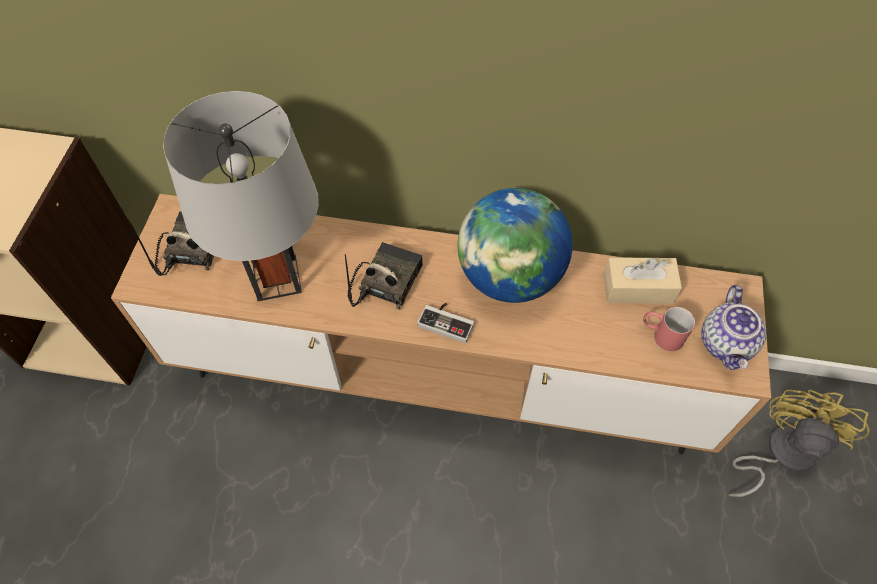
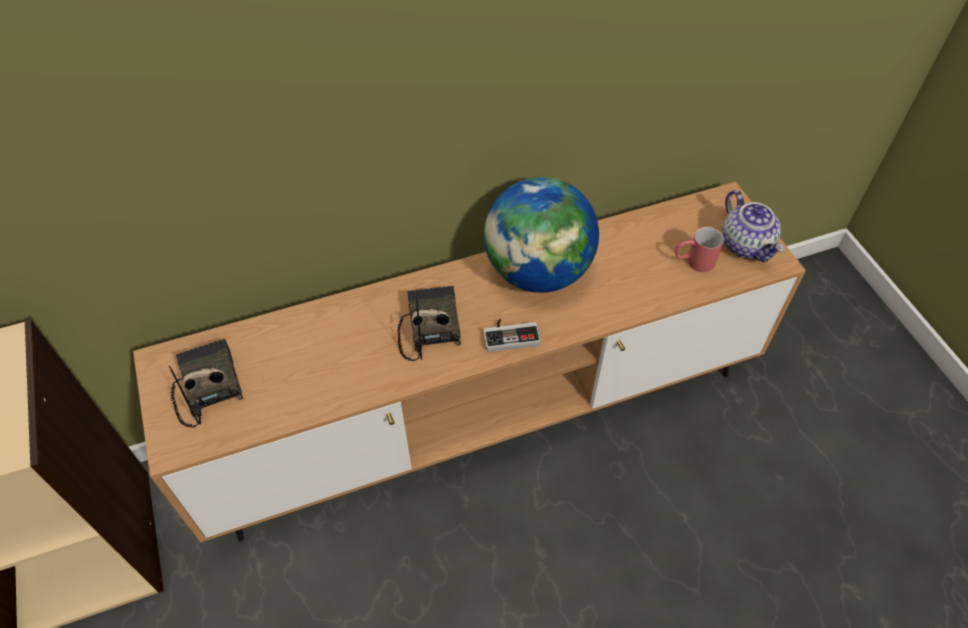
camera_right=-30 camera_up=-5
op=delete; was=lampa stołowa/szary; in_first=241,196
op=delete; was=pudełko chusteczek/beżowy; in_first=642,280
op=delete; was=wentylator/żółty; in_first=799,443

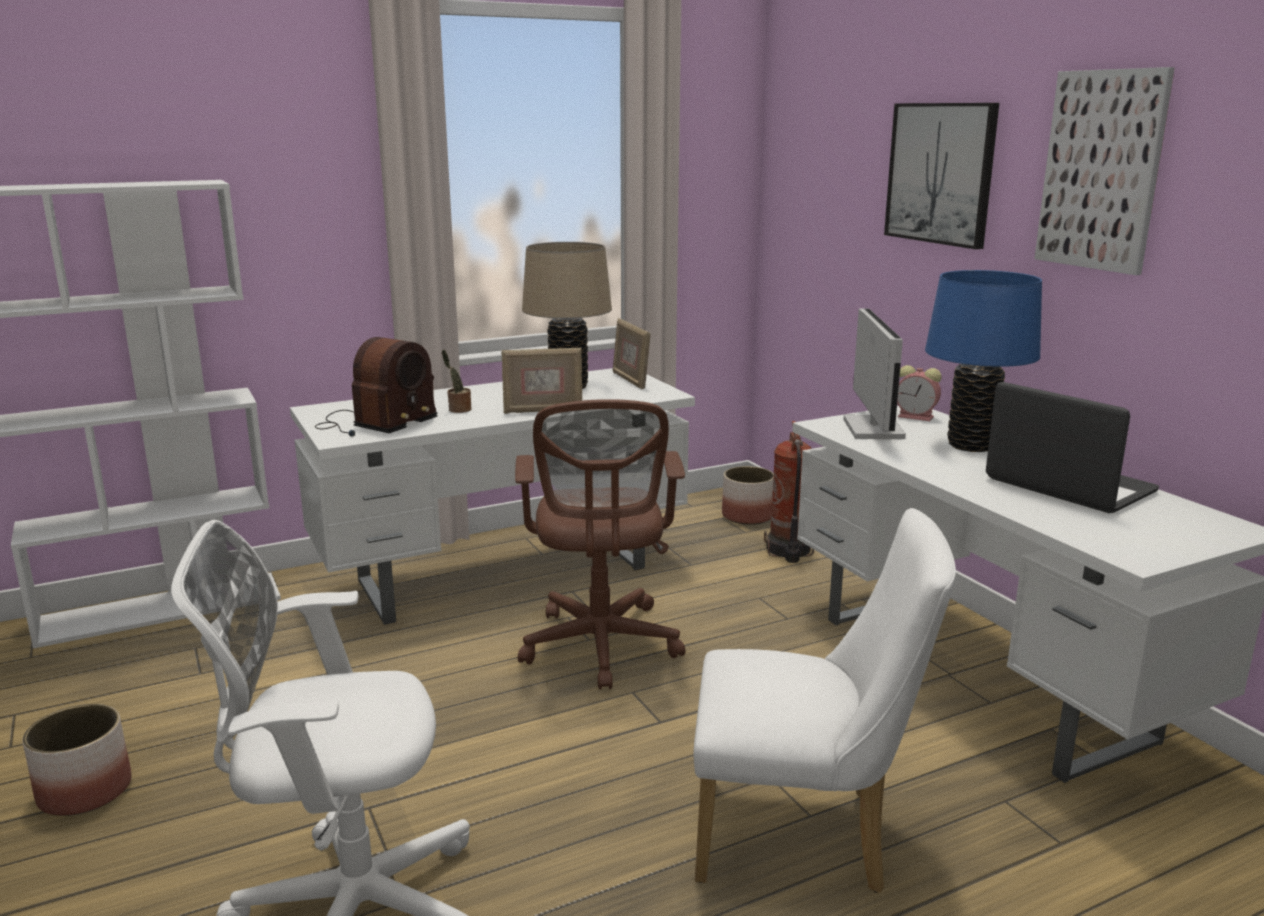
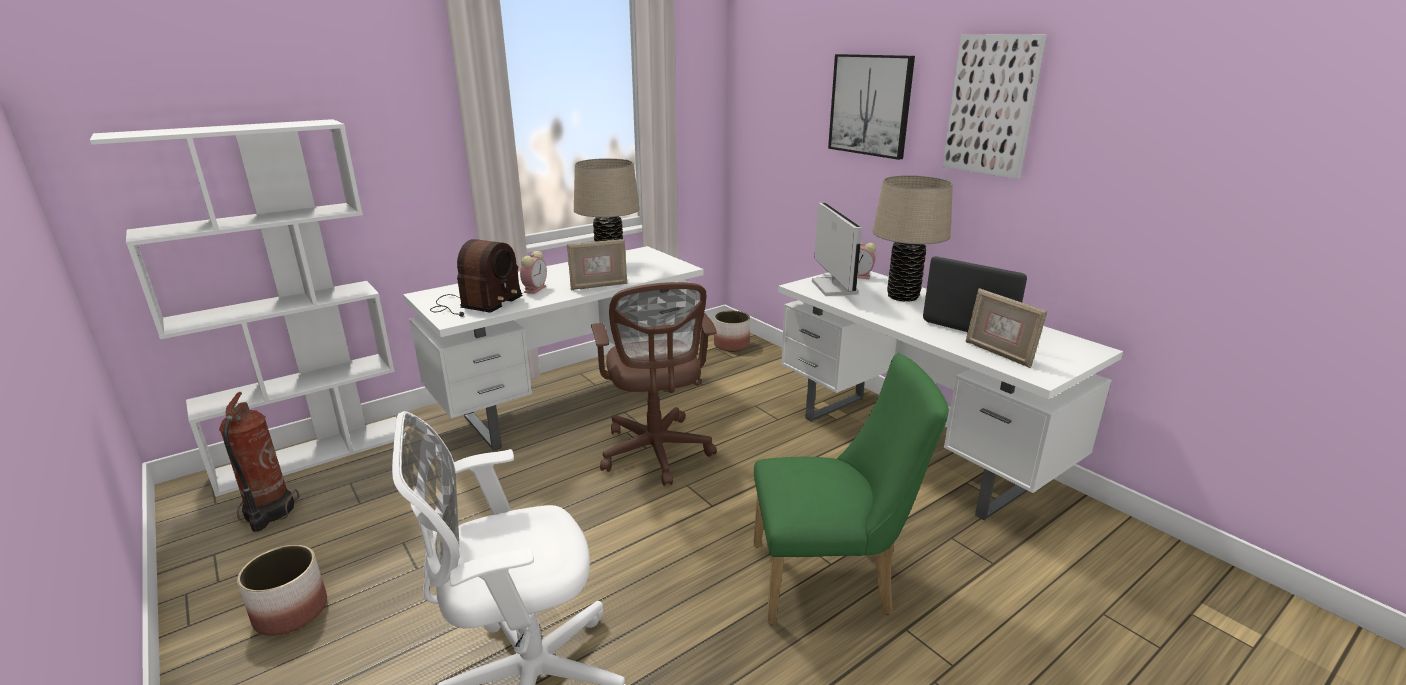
camera_right=-10 camera_up=5
op=move; was=ramka na zdjęcie; in_first=632,353; in_second=1006,328
op=move; was=gaśnica; in_first=789,492; in_second=259,462
op=replace; was=roślina doniczkowa; now=budzik; in_first=457,381; in_second=533,272
op=recolor; was=krzesło/biały; now=krzesło/zielony; in_first=824,700; in_second=851,489
op=recolor; was=lampa stołowa/niebieski; now=lampa stołowa/beżowy; in_first=983,361; in_second=912,238

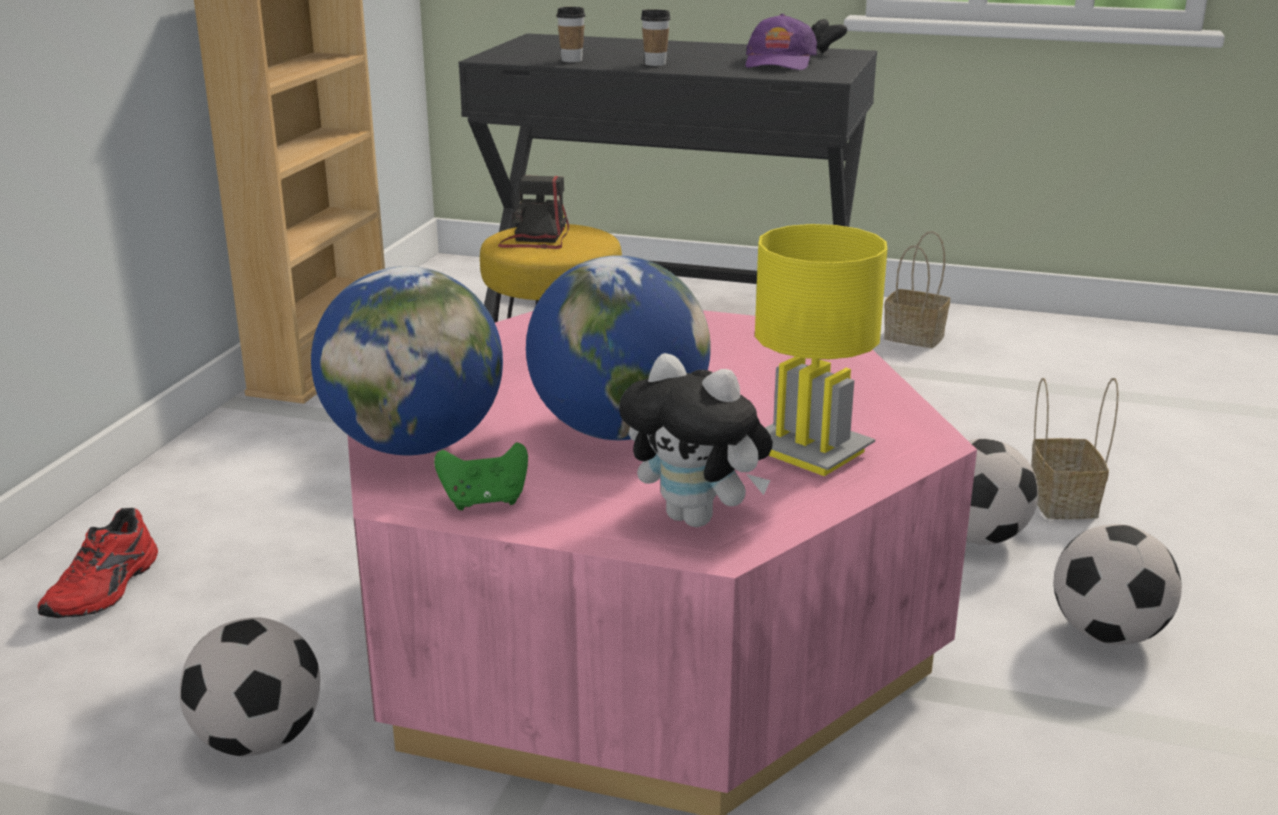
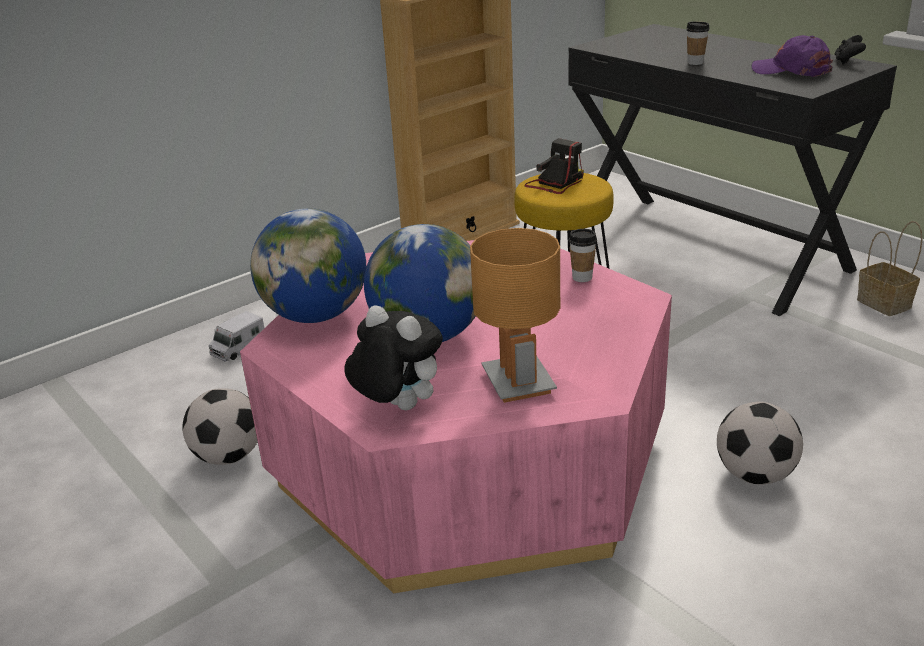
camera_right=35 camera_up=5
op=delete; was=pad do gier/zielony; in_first=481,476
op=delete; was=koszyk; in_first=1075,448
op=delete; was=piłka futbolowa; in_first=1118,584
op=move; was=filiżanka; in_first=571,34; in_second=583,255
op=replace; was=but/czerwony; now=ciężarówka zabawkowa; in_first=97,563; in_second=236,336
op=recolor; was=lampa stołowa/żółty; now=lampa stołowa/brązowy; in_first=821,350; in_second=515,315
op=rotate; was=pluszak; in_first=696,440; in_second=393,357; clockwise=150
op=rotate; was=czapka z daszkiem/fioletowy; in_first=781,42; in_second=792,56; clockwise=75

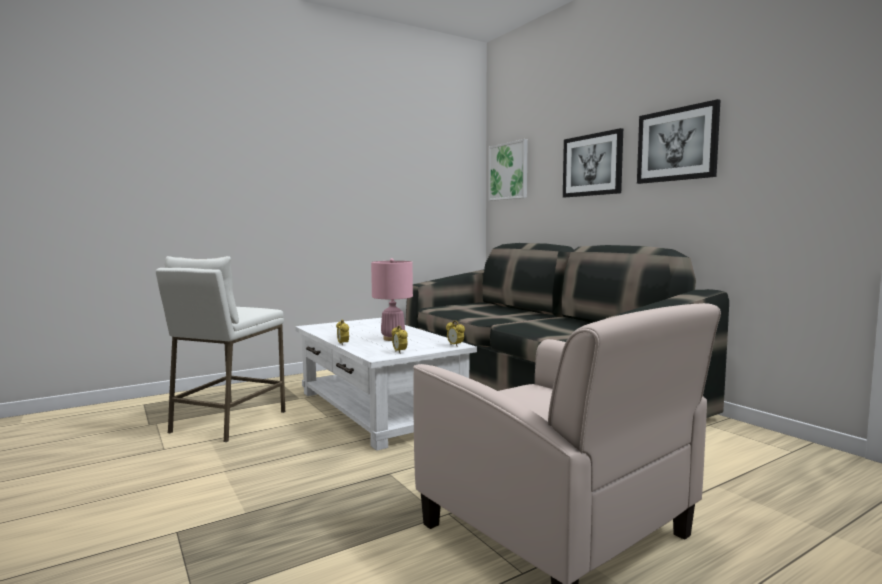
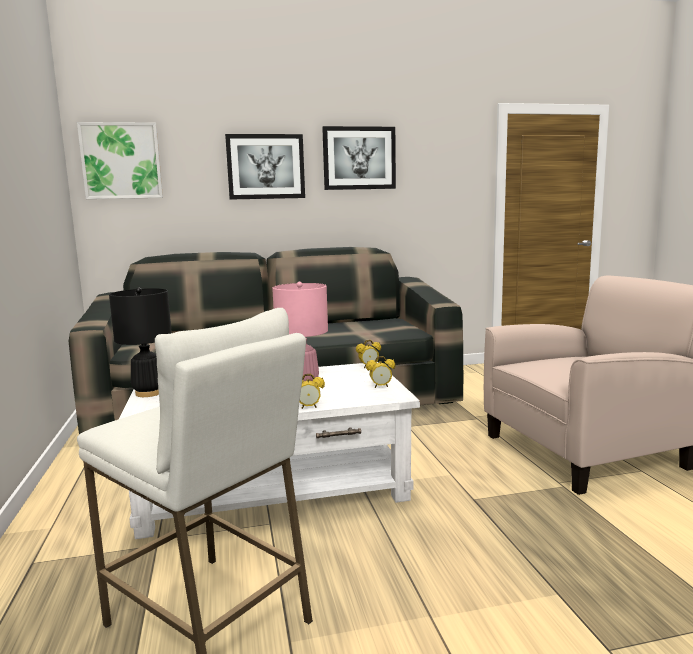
camera_right=-70 camera_up=5
op=insert; now=lampa stołowa/czarny; in_second=140,342

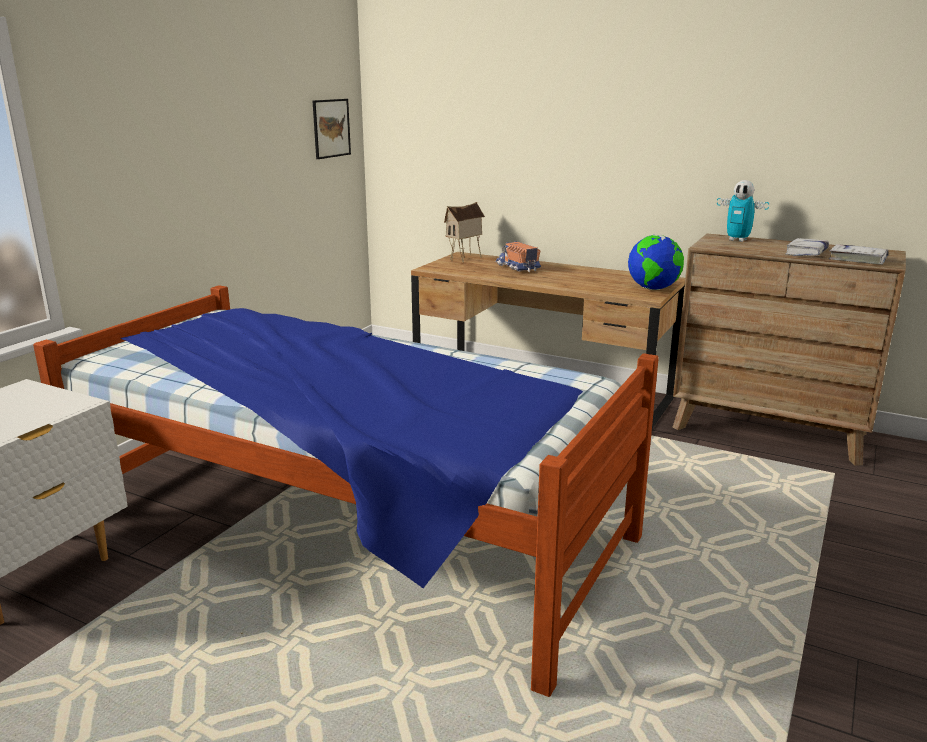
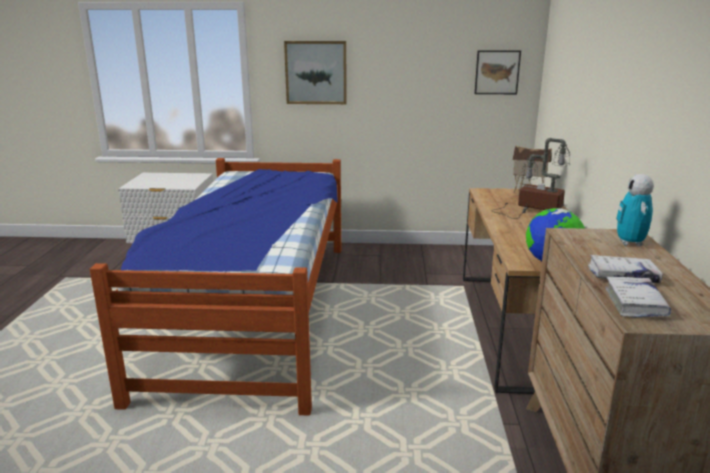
camera_right=65 camera_up=0
op=insert; now=obraz; in_second=315,72
op=replace; was=ciężarówka zabawkowa; now=lampa stołowa; in_first=518,256; in_second=530,178

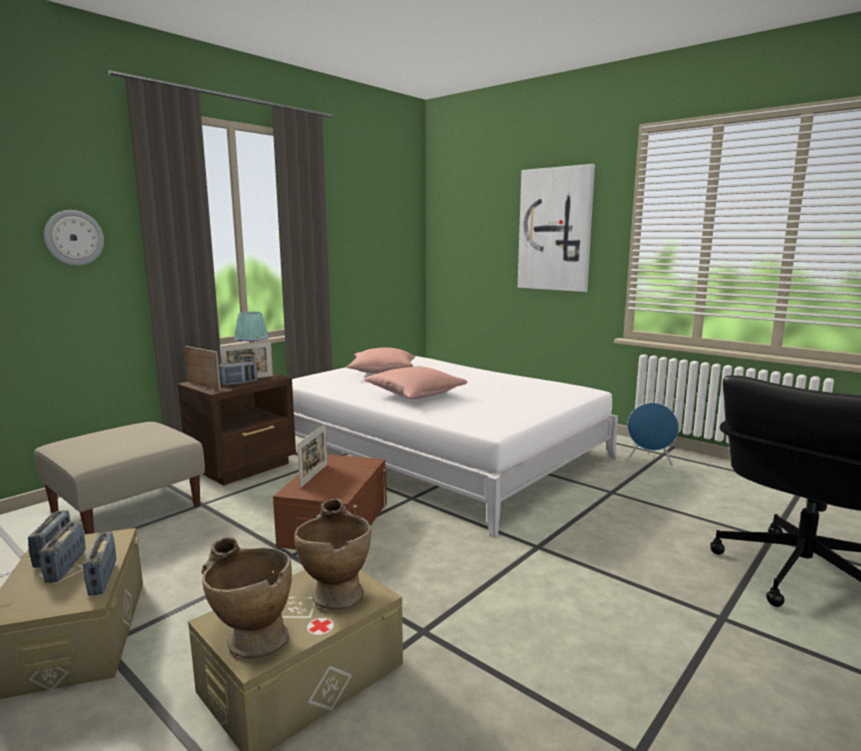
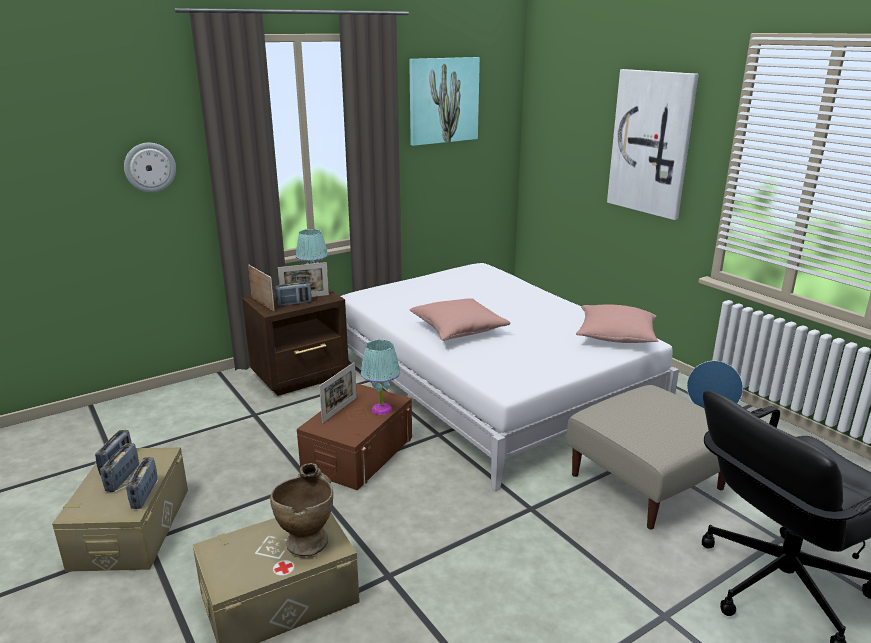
camera_right=15 camera_up=10
op=delete; was=wazon/beżowy; in_first=246,597
op=insert; now=lampa stołowa/turkusowy; in_second=380,377
op=insert; now=obraz; in_second=444,101
op=move; was=pufa/beżowy; in_first=119,478; in_second=646,457
op=move; was=poduszka/różowy; in_first=381,361; in_second=617,323

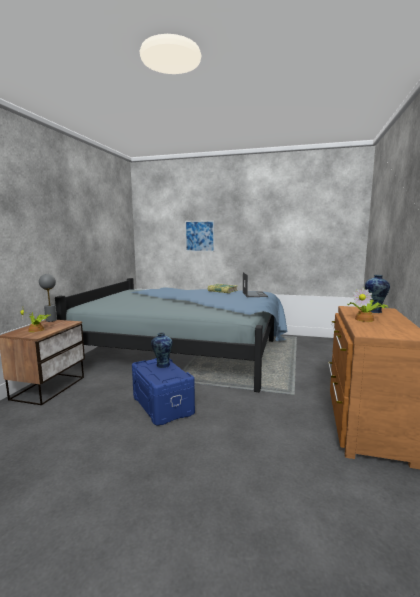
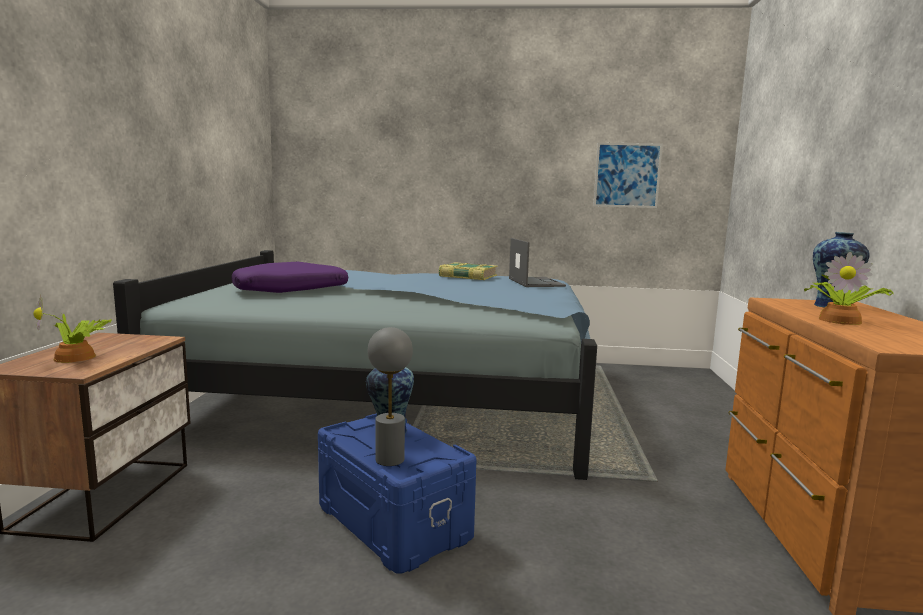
camera_right=-10 camera_up=0
op=insert; now=poduszka/fioletowy; in_second=289,277
op=move; was=lampa stołowa/szary; in_first=48,298; in_second=390,396
op=move; was=obraz; in_first=200,236; in_second=628,175

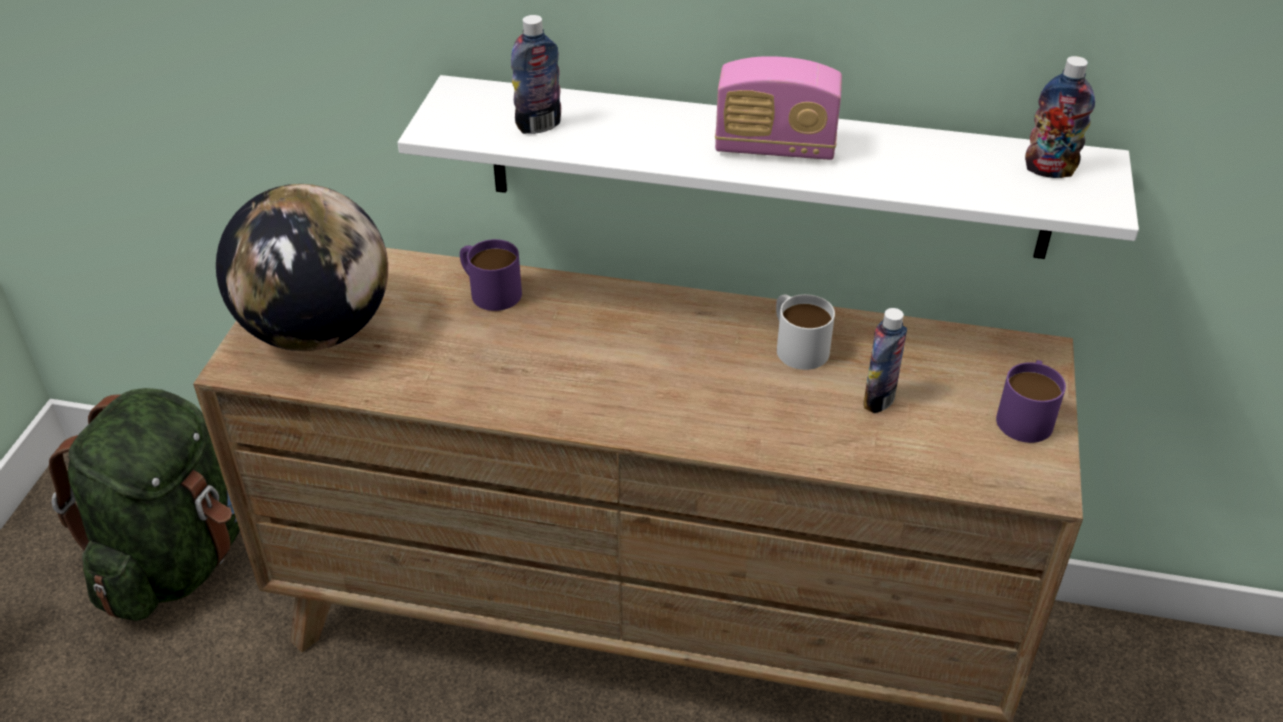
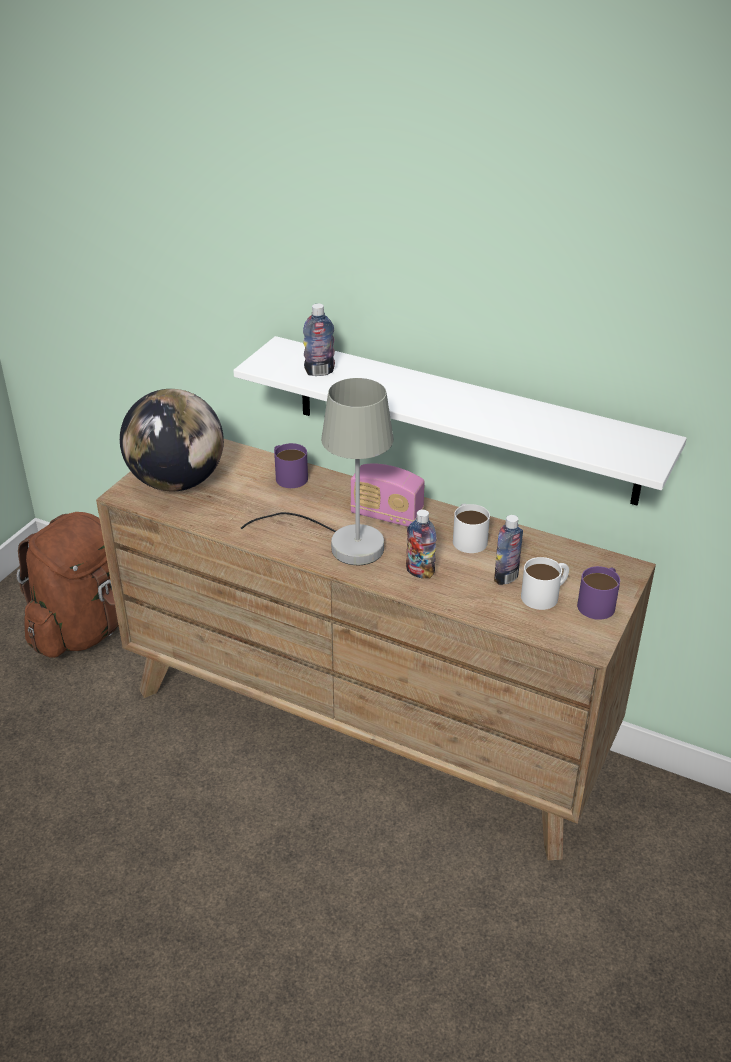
camera_right=15 camera_up=-5
op=insert; now=lampa stołowa/szary; in_second=317,471
op=insert; now=kubek/biały; in_second=545,583
op=move; was=radio; in_first=778,108; in_second=387,495
op=move; was=butelka; in_first=1060,117; in_second=421,544
op=recolor; was=plecak/zielony; now=plecak/brązowy; in_first=144,504; in_second=68,585

